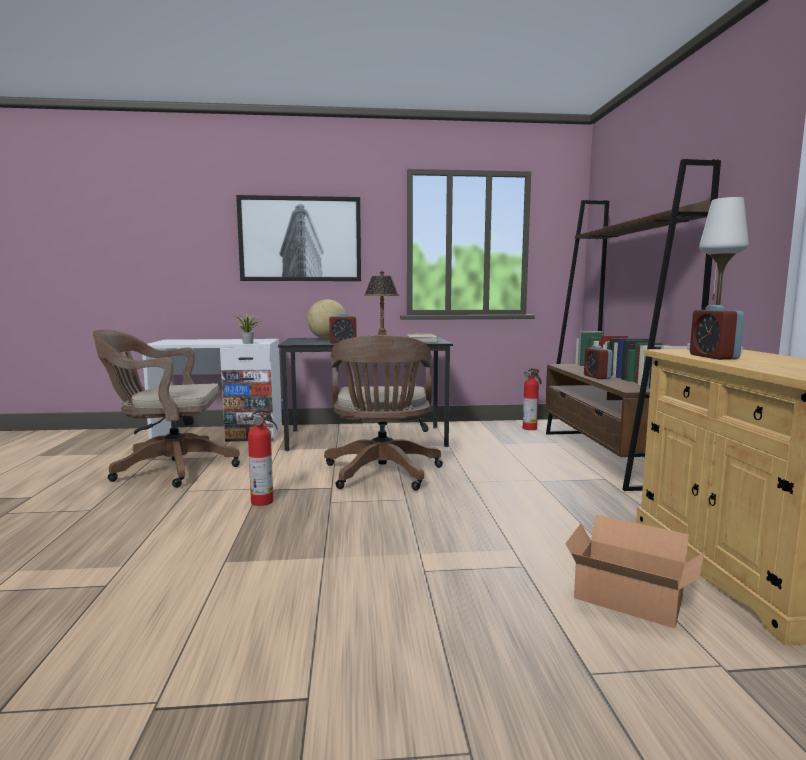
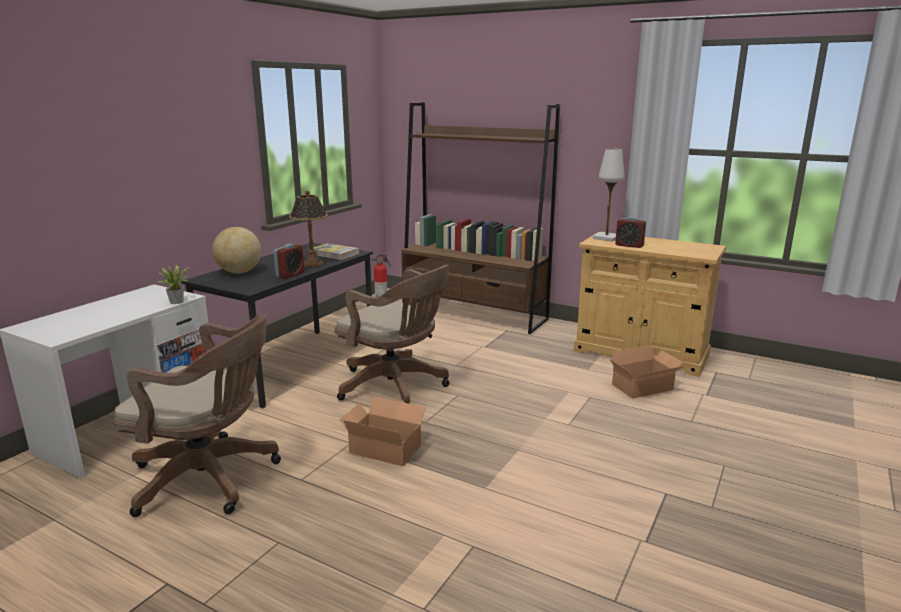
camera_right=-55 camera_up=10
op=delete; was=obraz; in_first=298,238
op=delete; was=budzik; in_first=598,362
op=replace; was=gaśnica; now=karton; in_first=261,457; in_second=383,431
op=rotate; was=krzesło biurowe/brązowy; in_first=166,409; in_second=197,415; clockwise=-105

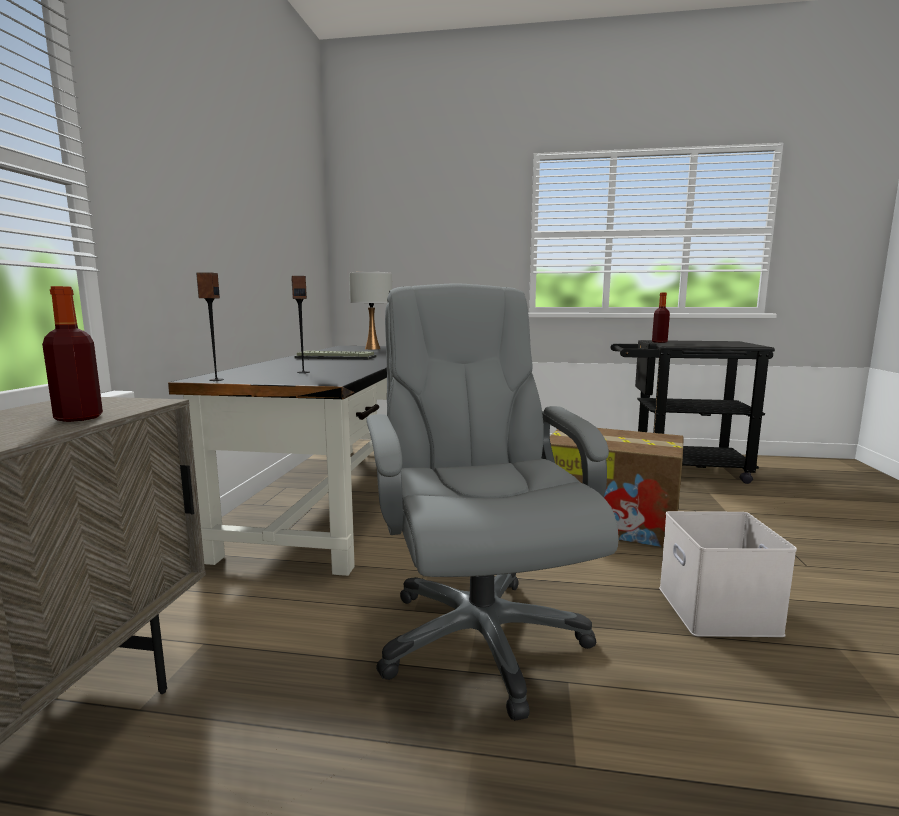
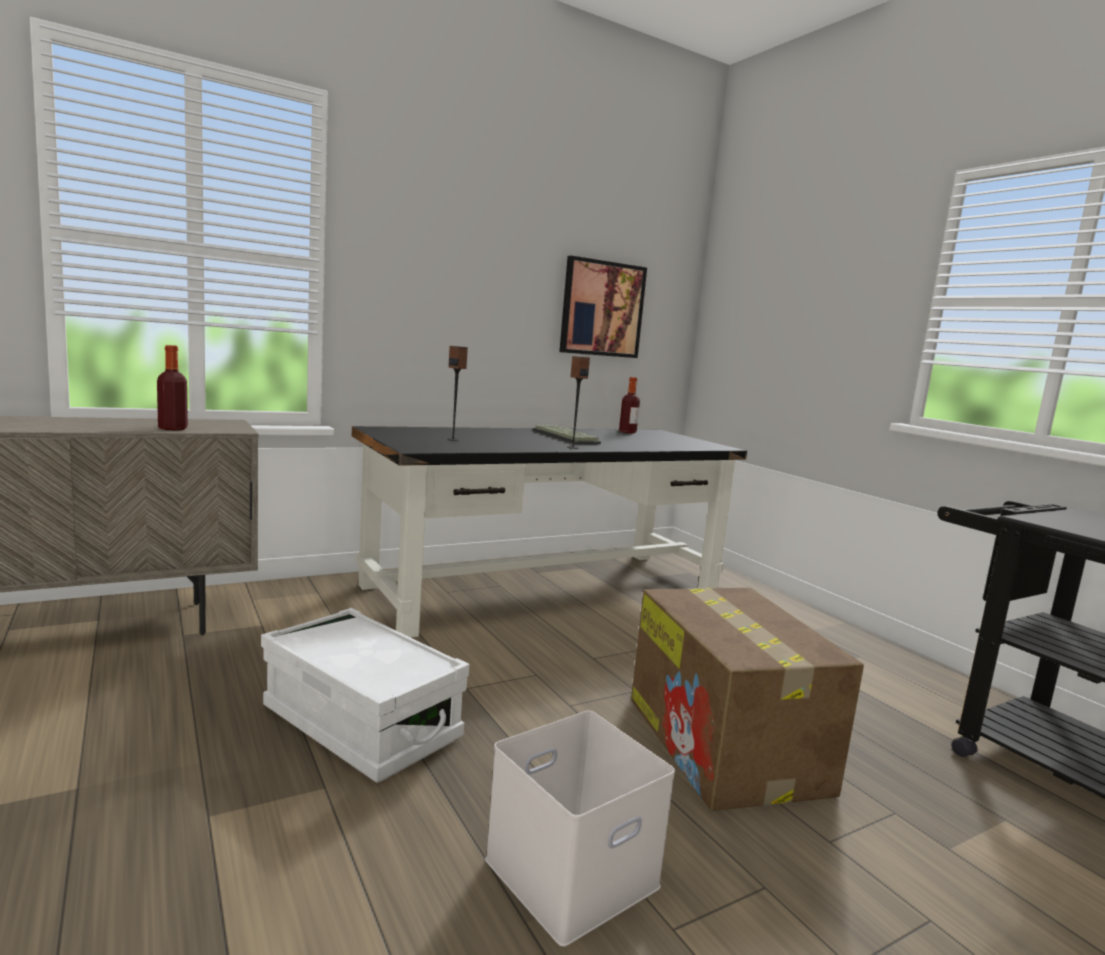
camera_right=50 camera_up=0
op=delete; was=lampa stołowa/biały; in_first=370,311
op=insert; now=obraz; in_second=603,307
op=move; was=głośnik; in_first=210,326; in_second=578,402
op=move; was=butelka; in_first=661,317; in_second=629,405
op=replace; was=krzesło biurowe/szary; now=pojemnik do przechowywania/biały; in_first=492,502; in_second=365,695

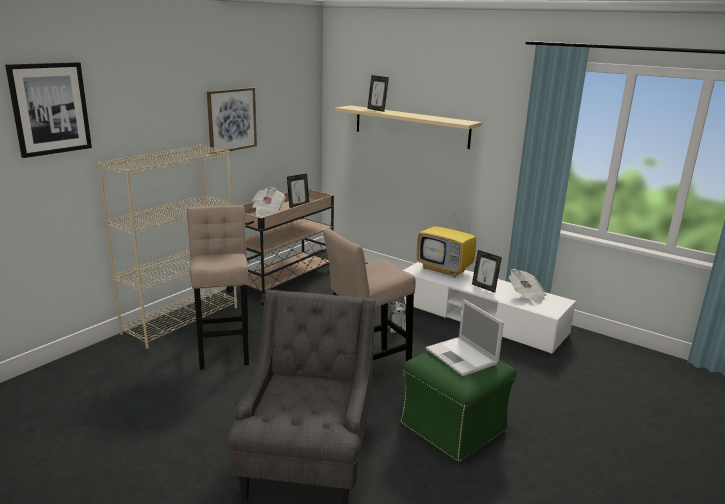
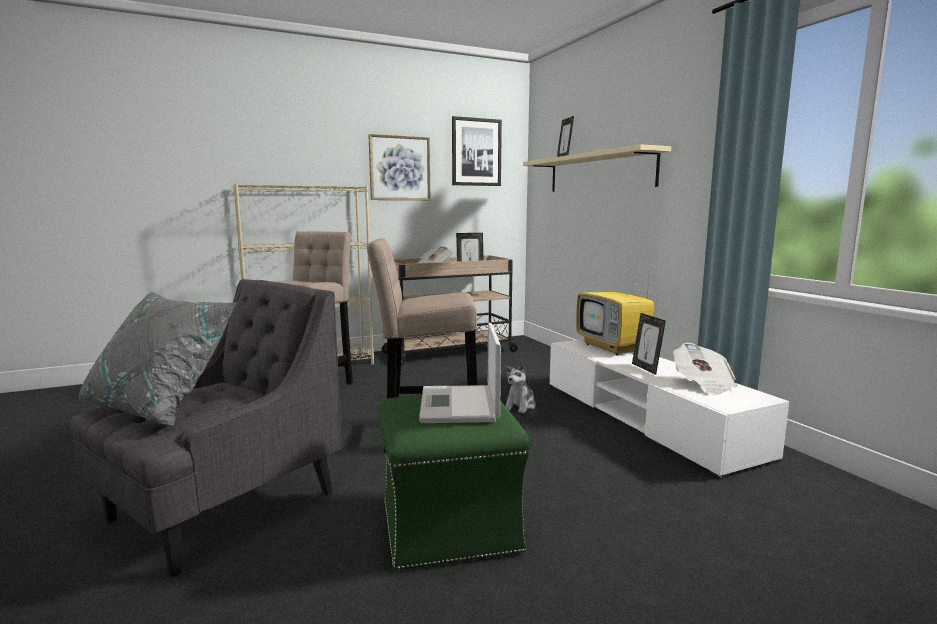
camera_right=30 camera_up=-10
op=insert; now=poduszka/szary; in_second=158,358
op=move; was=obraz; in_first=48,110; in_second=477,151

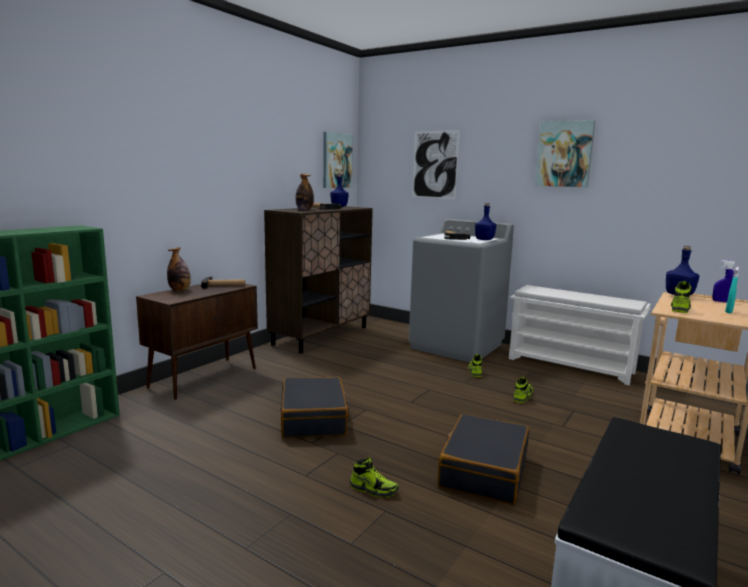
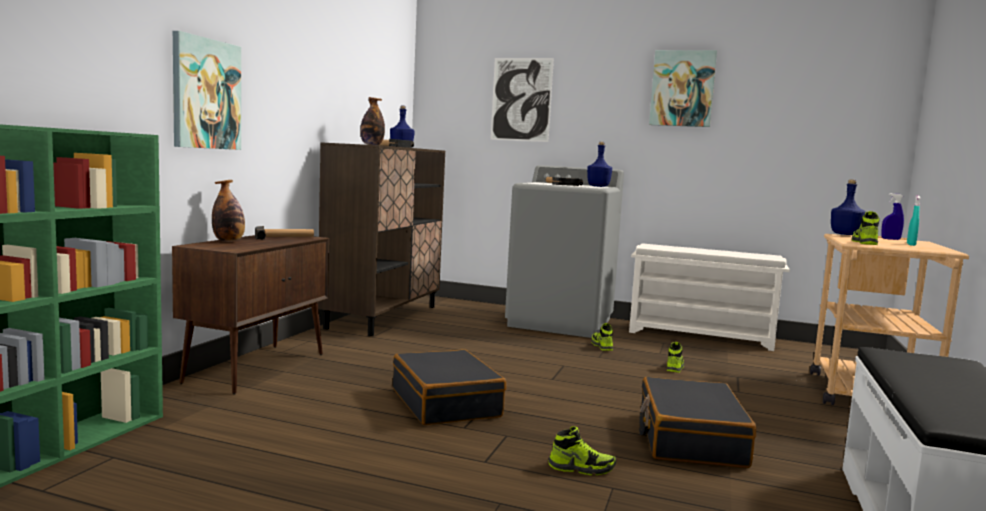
camera_right=-15 camera_up=-5
op=move; was=obraz; in_first=338,160; in_second=207,90

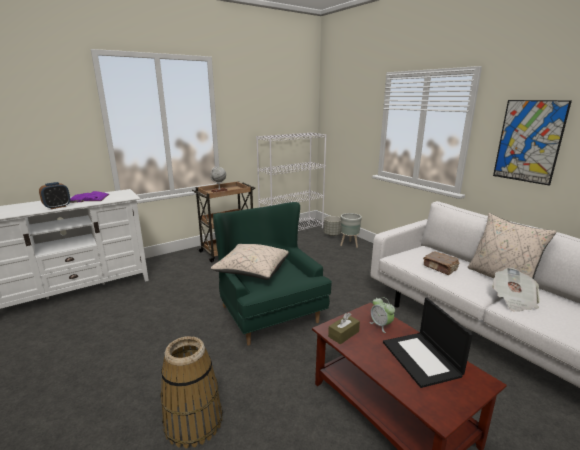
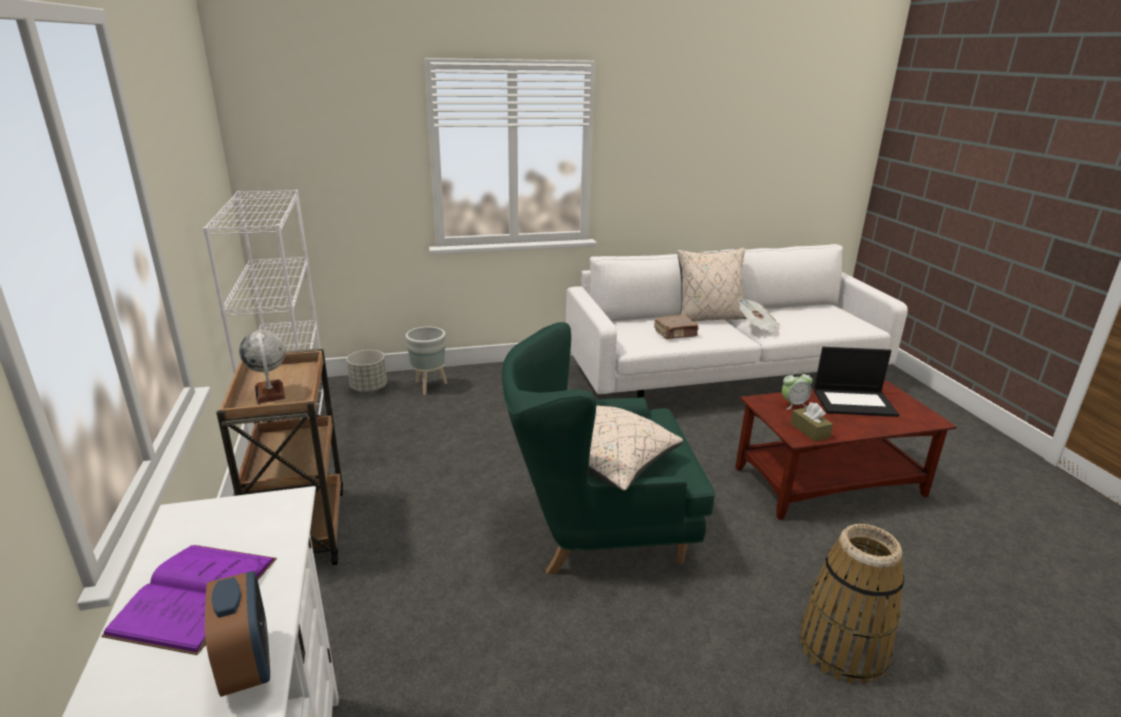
camera_right=-70 camera_up=5
op=delete; was=obraz; in_first=532,143

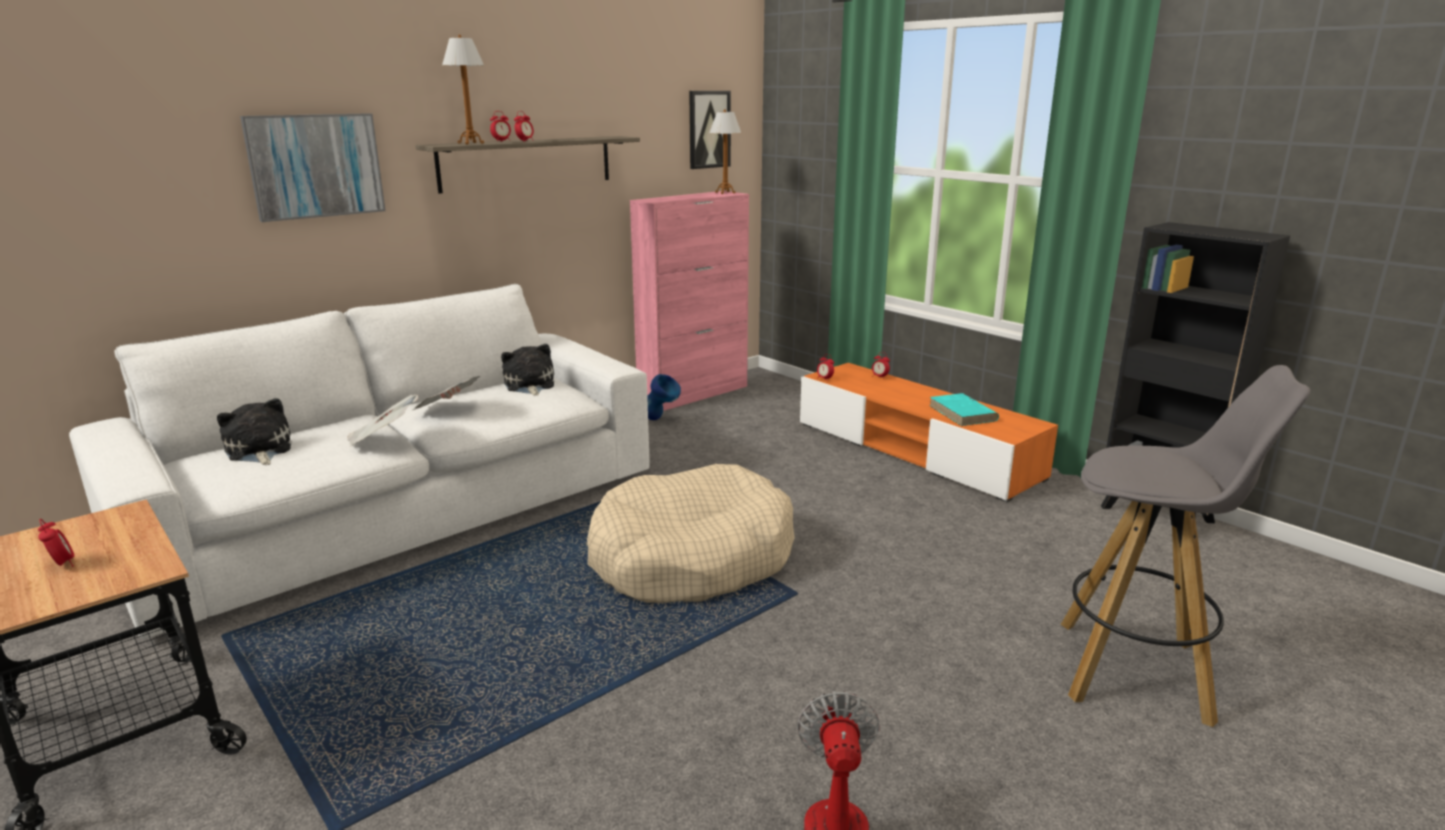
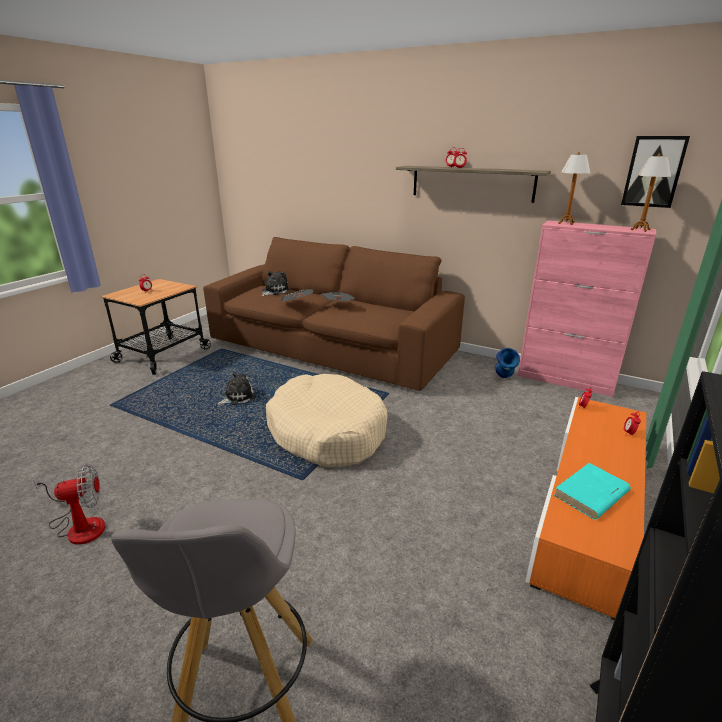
camera_right=70 camera_up=5
op=delete; was=obraz; in_first=313,167
op=move; was=lampa stołowa; in_first=463,89; in_second=574,188
op=move; was=pluszak; in_first=527,370; in_second=236,388
op=recolor; was=kanapa/biały; now=kanapa/brązowy; in_first=359,461; in_second=334,314

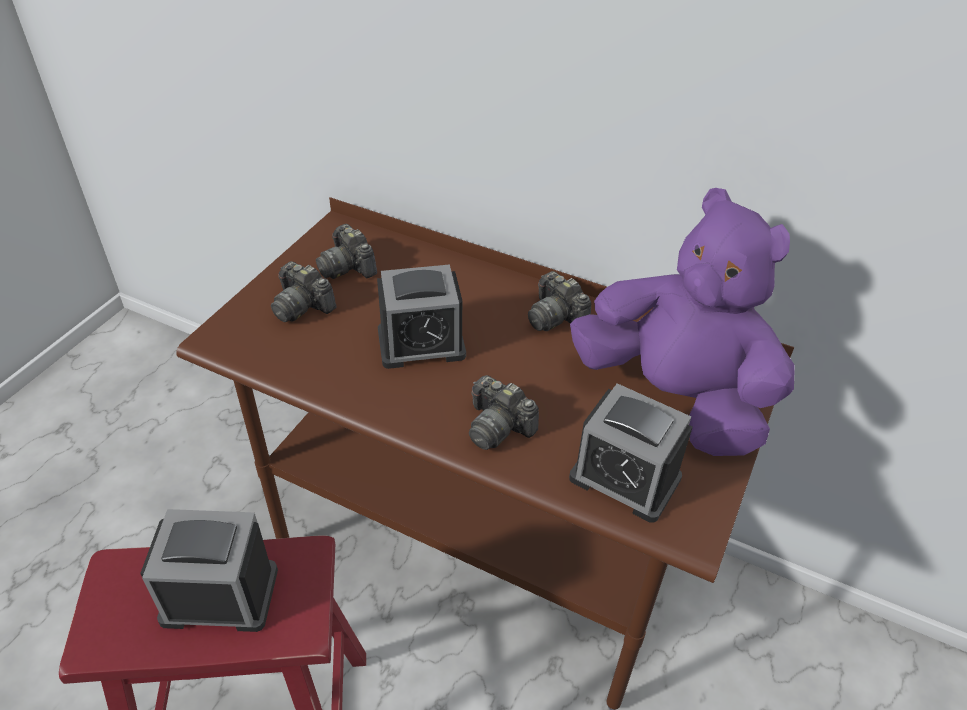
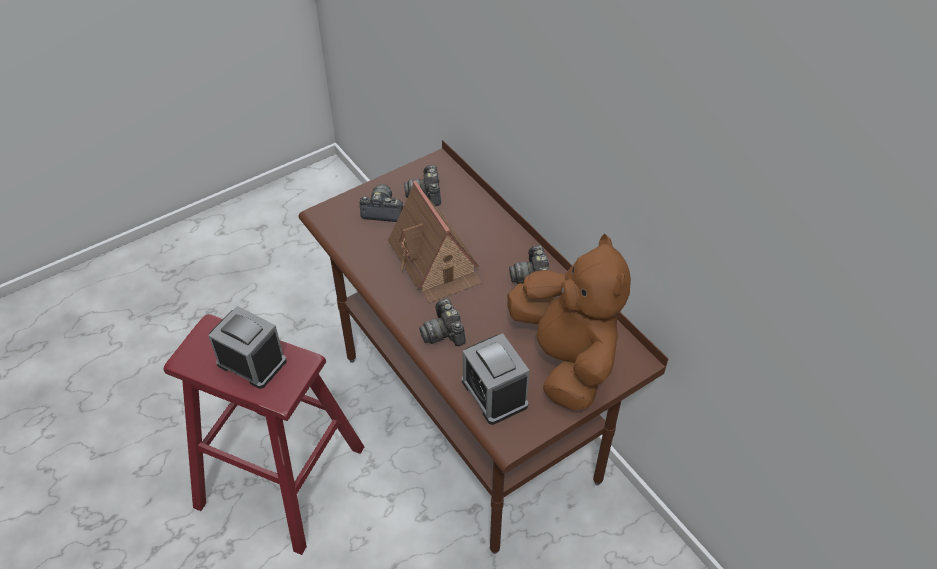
camera_right=30 camera_up=5
op=replace; was=budzik; now=domek; in_first=421,316; in_second=435,242
op=recolor; was=pluszak/fioletowy; now=pluszak/brązowy; in_first=682,322; in_second=569,322
op=rotate; was=aparat fotograficzny; in_first=303,291; in_second=382,203; clockwise=120

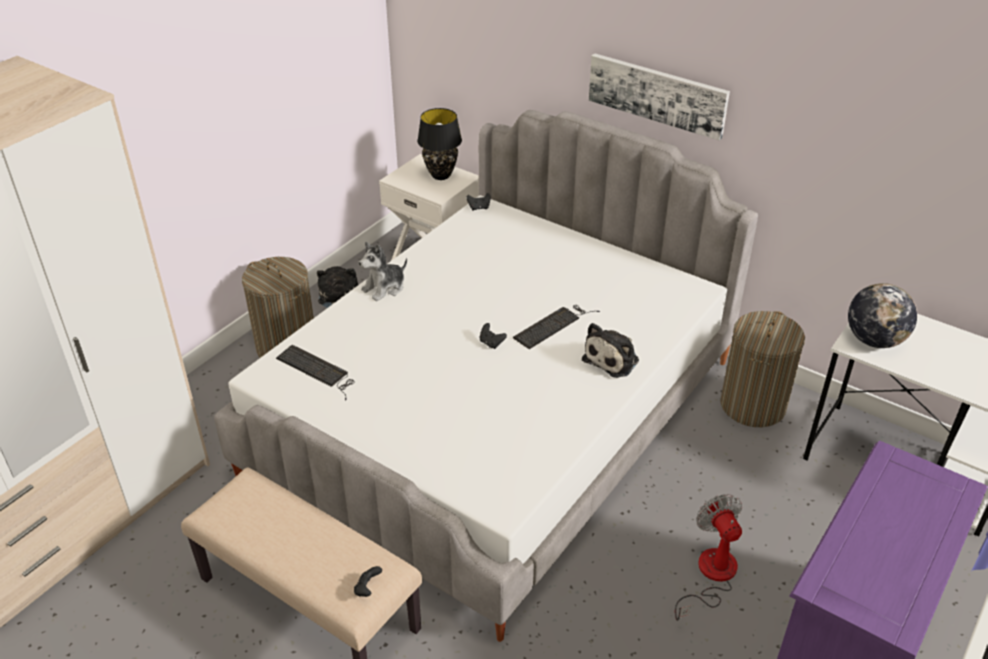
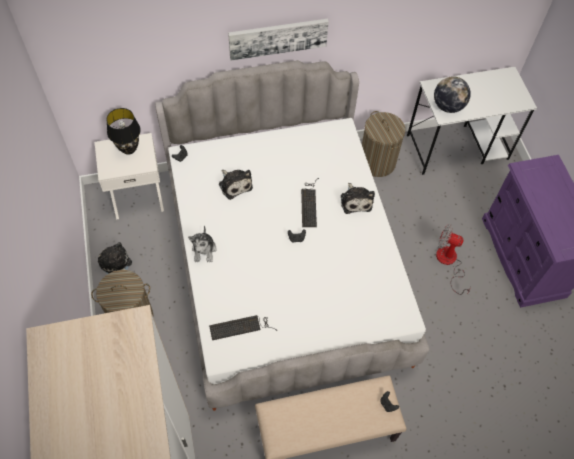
camera_right=-50 camera_up=20
op=insert; now=pluszak; in_second=236,185

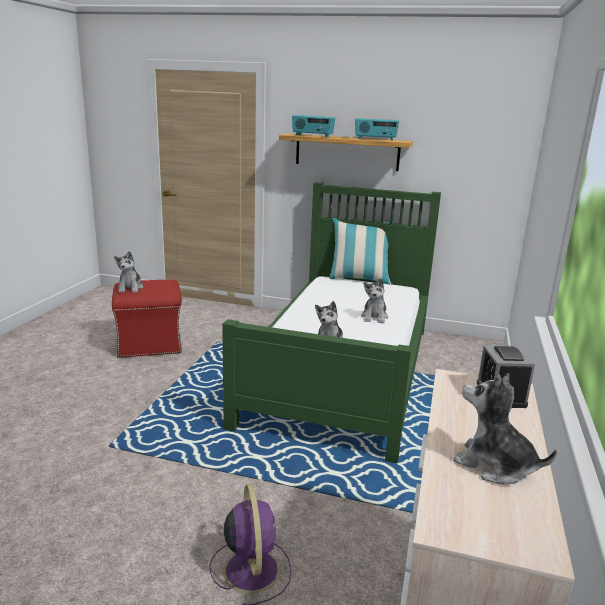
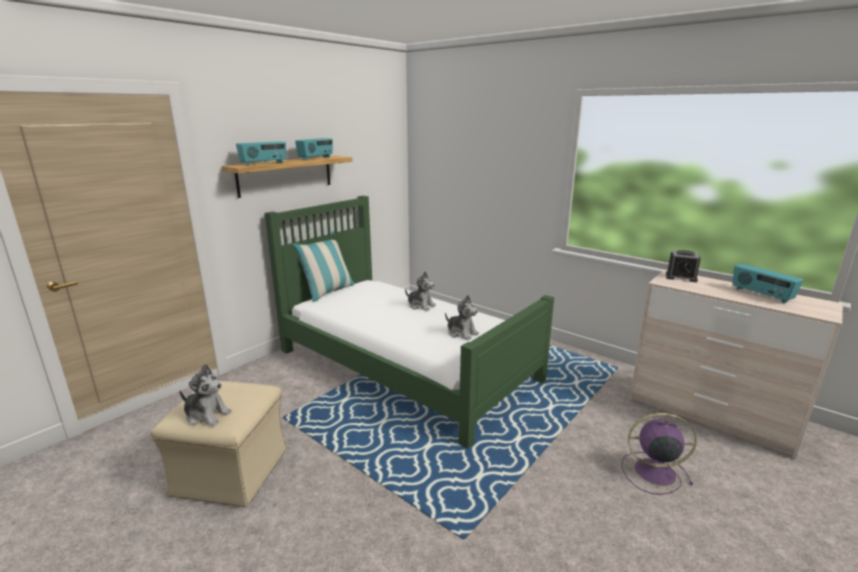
camera_right=-65 camera_up=0
op=replace; was=pluszak; now=radio; in_first=505,429; in_second=767,283
op=recolor; was=pufa/czerwony; now=pufa/beżowy; in_first=147,319; in_second=219,444

